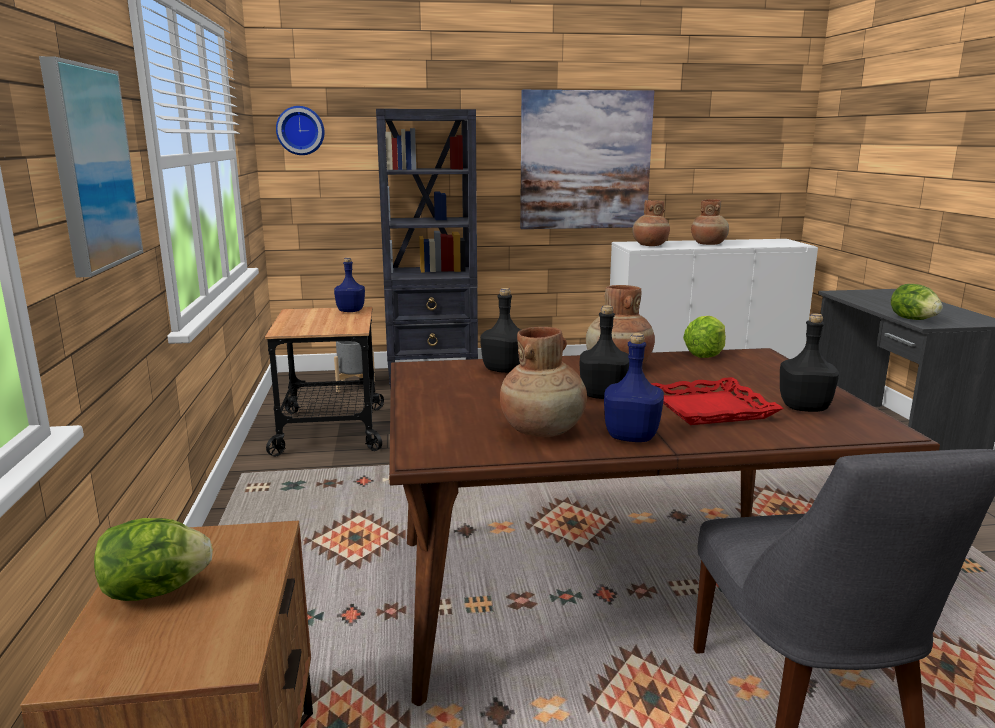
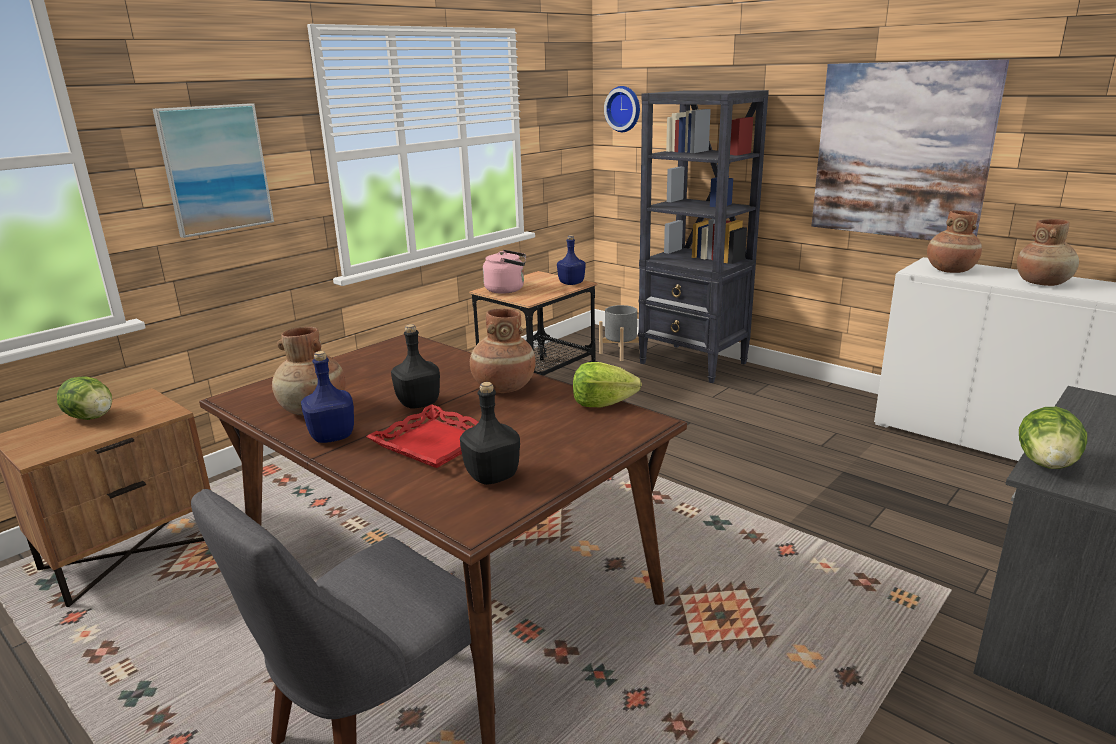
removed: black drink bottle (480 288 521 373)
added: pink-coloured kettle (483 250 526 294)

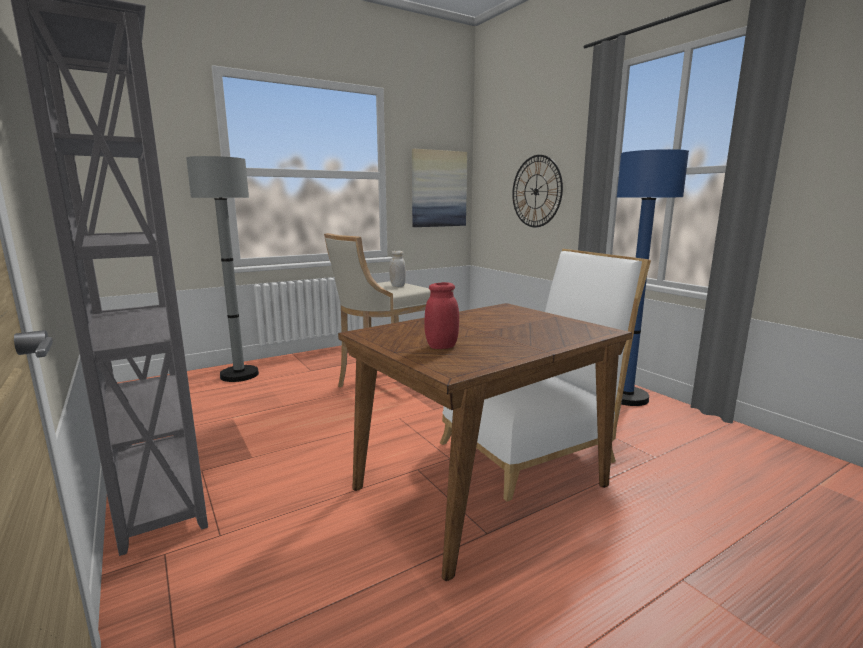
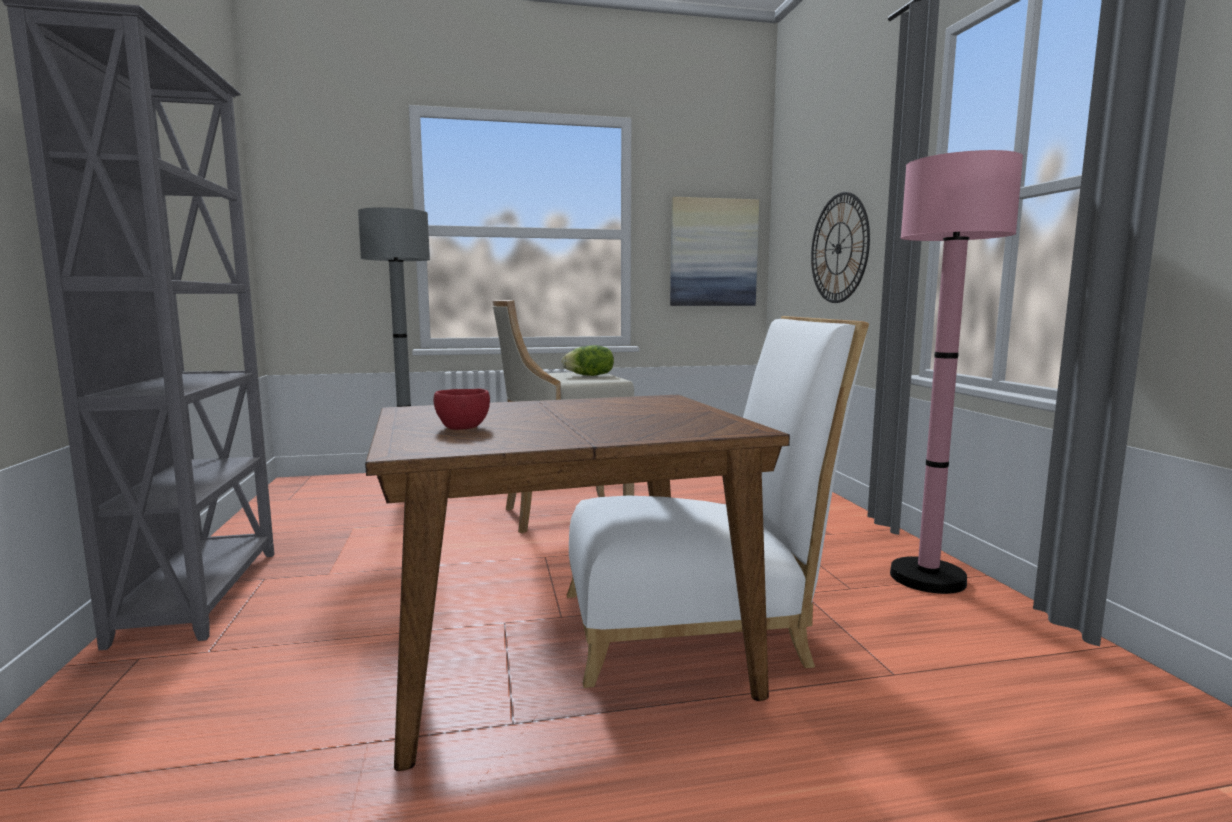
replaced: red preserve jar (424 282 459 349) to red deep dish (434 389 490 430); whitish preserve jar (389 251 406 287) to head of lettuce (562 345 614 376)
recoloured: blue standard lamp (617 149 689 406) to pink-coloured standard lamp (890 150 1023 594)

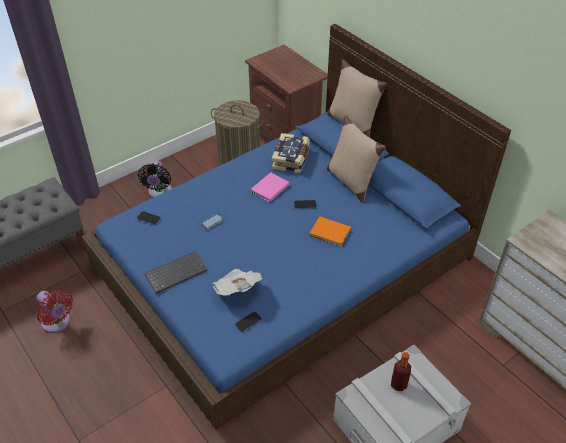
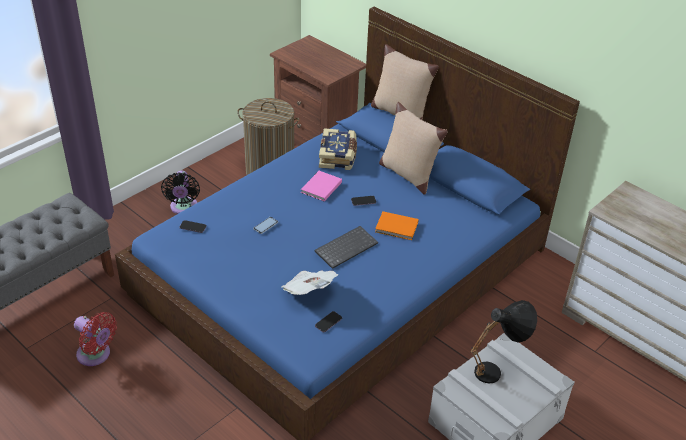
moved: keyboard (145 251 207 293) to (315 226 378 269)
replaced: drink bottle (391 352 411 391) to black table lamp (470 300 537 383)

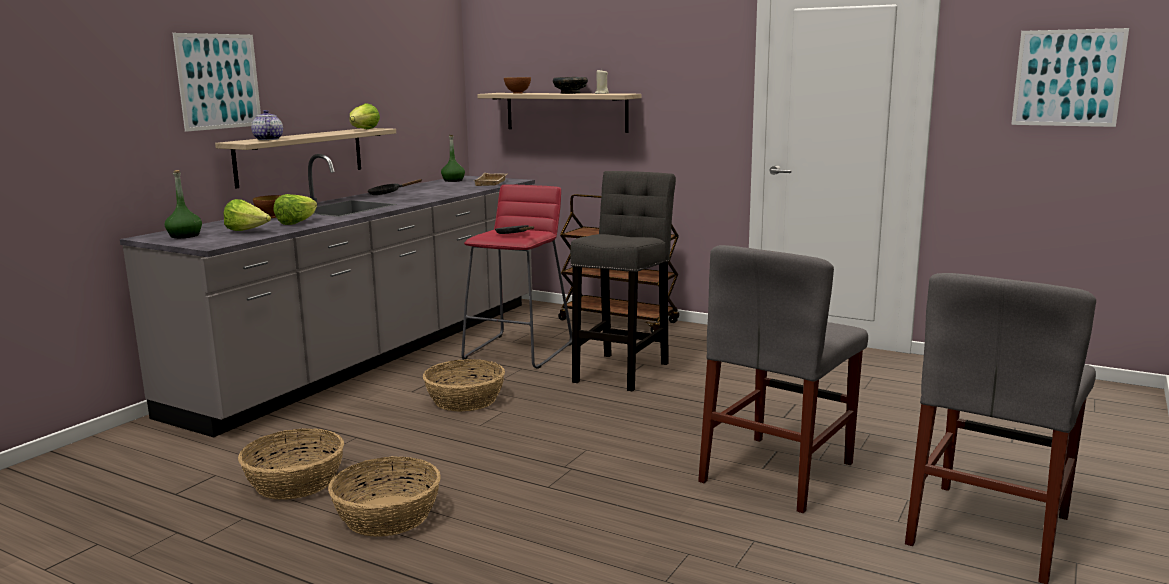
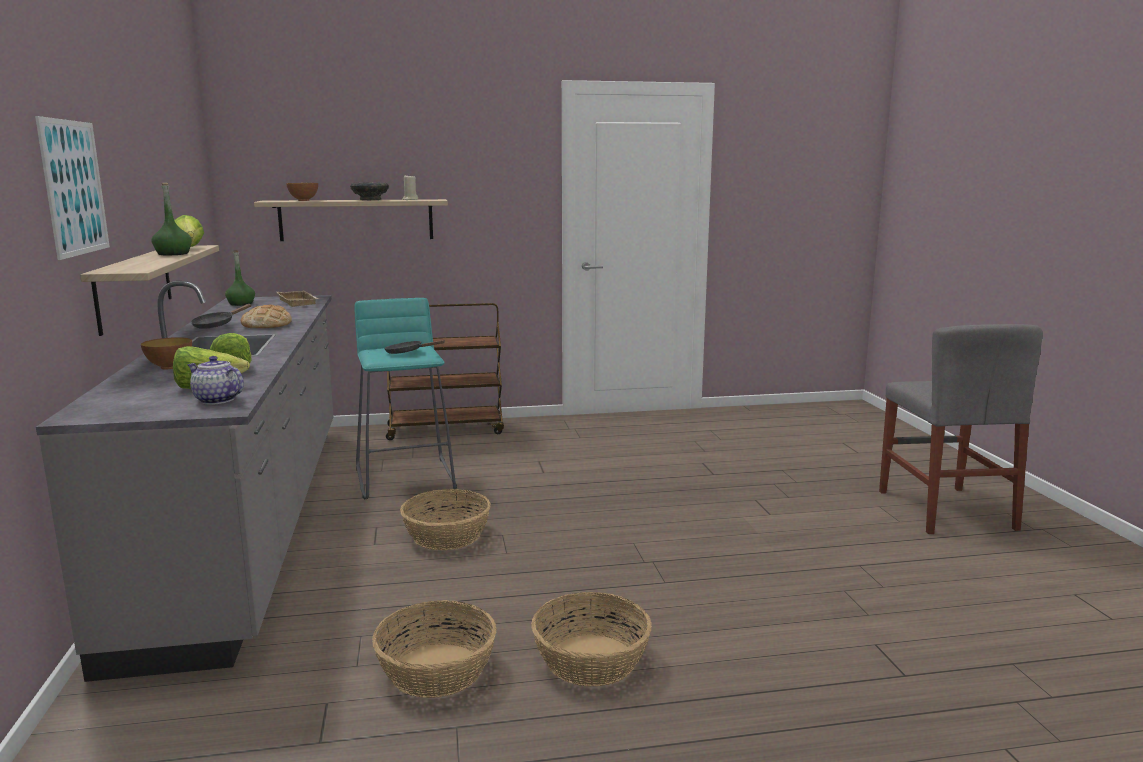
removed: gray stool (570 171 676 391); gray upright chair (698 245 868 513); picture (1011 28 1129 127)
added: bread (241 305 292 328)
moved: greenish drink bottle (165 170 202 238) to (152 183 192 255); teapot (251 110 283 140) to (187 356 244 405)
recoloured: red stool (461 184 572 369) to blue-green stool (355 298 457 500)

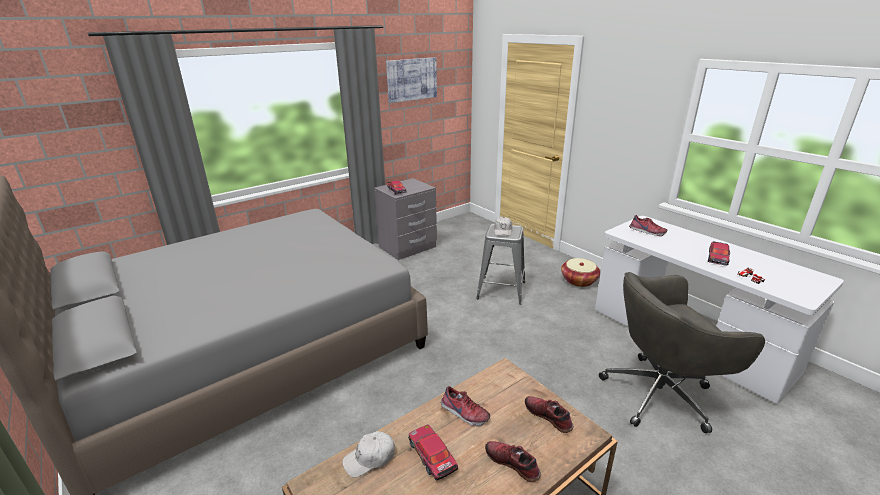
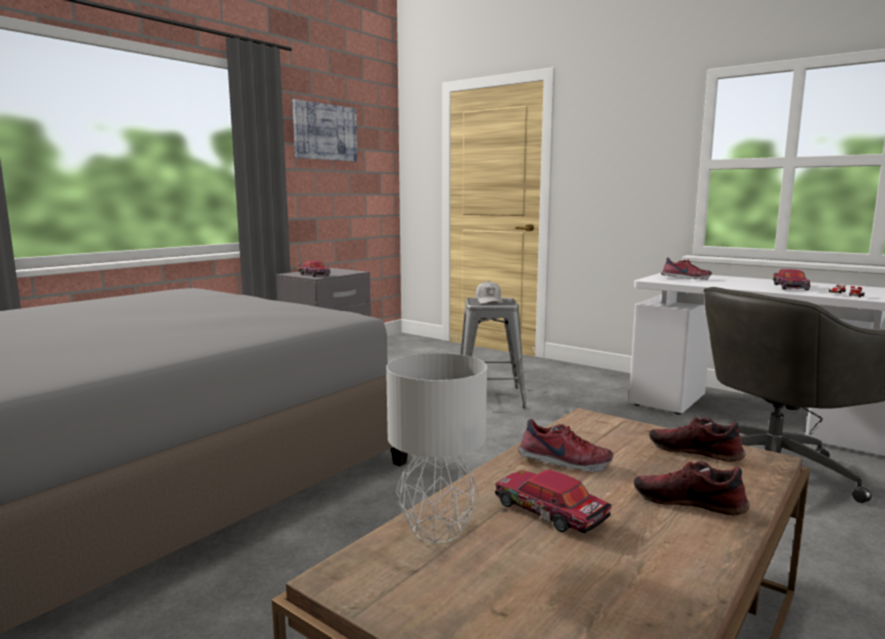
removed: household basket (561 258 600 287)
replaced: whitish peaked cap (342 431 395 477) to gray table lamp (386 353 487 543)

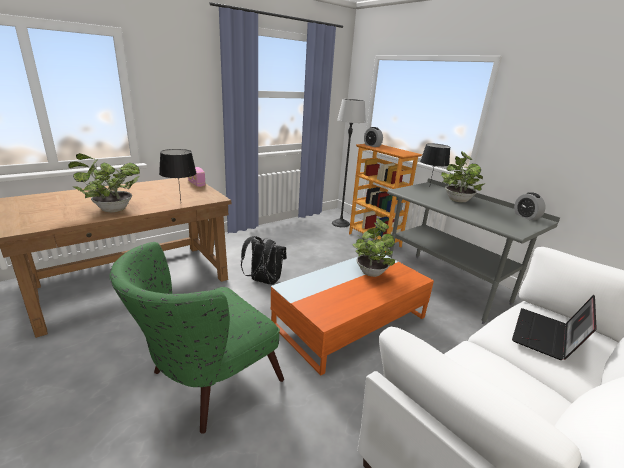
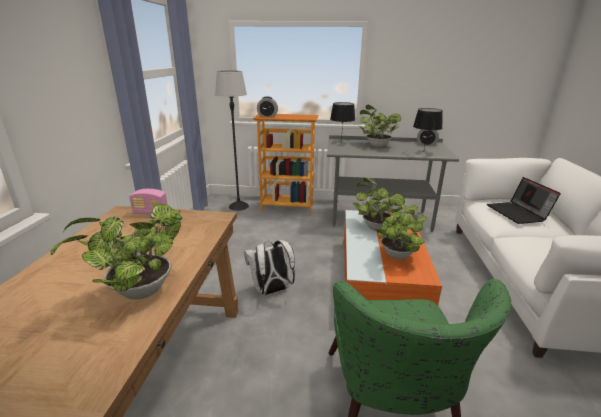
added: potted plant (375 203 427 259)
moved: black table lamp (159 149 197 201) to (413 108 443 148)
recoloured: black knapsack (241 236 287 285) to whitish knapsack (244 240 295 295)

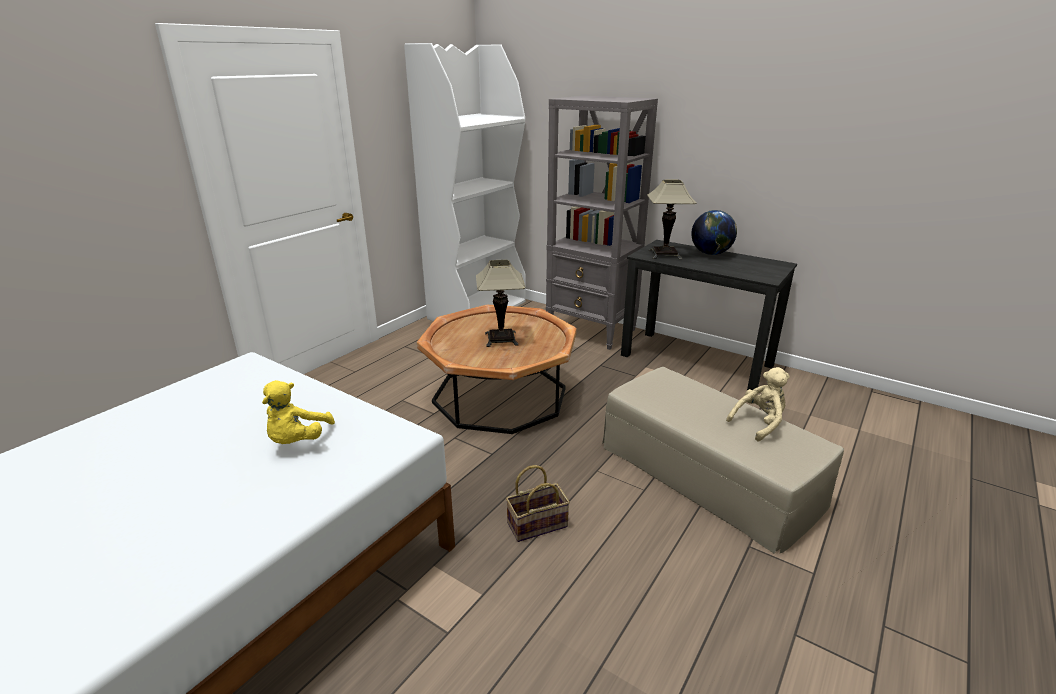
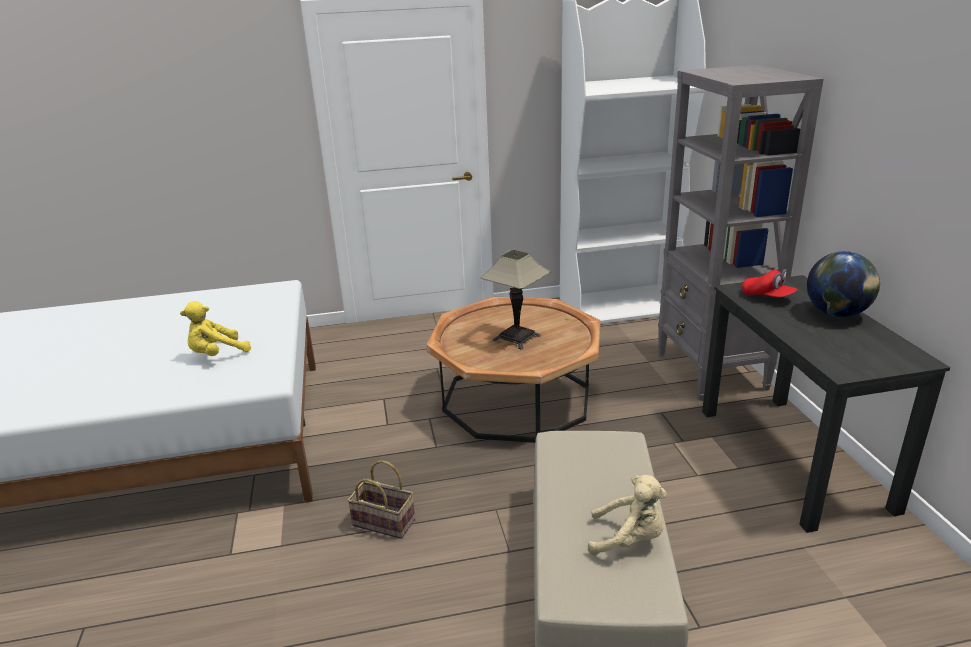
replaced: table lamp (647 180 697 259) to red peaked cap (742 269 798 298)

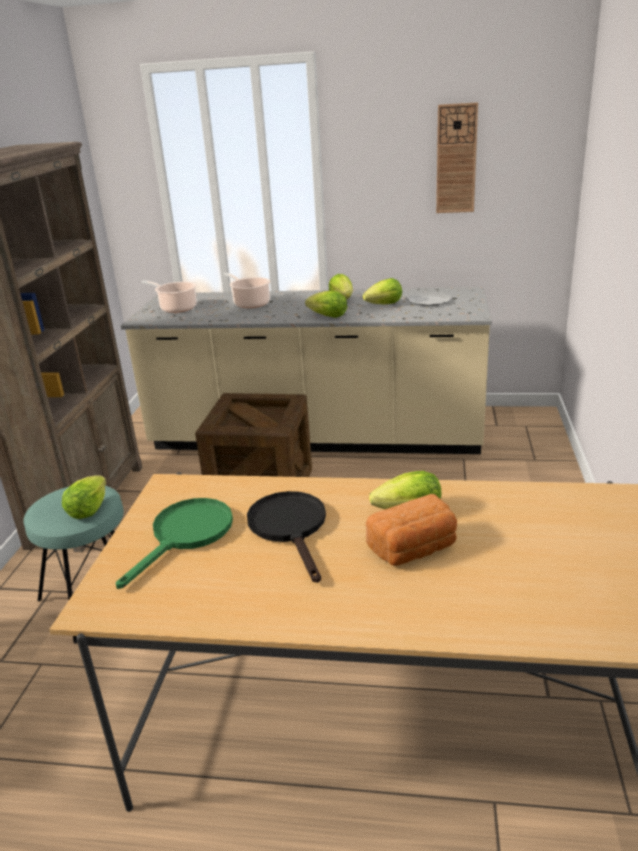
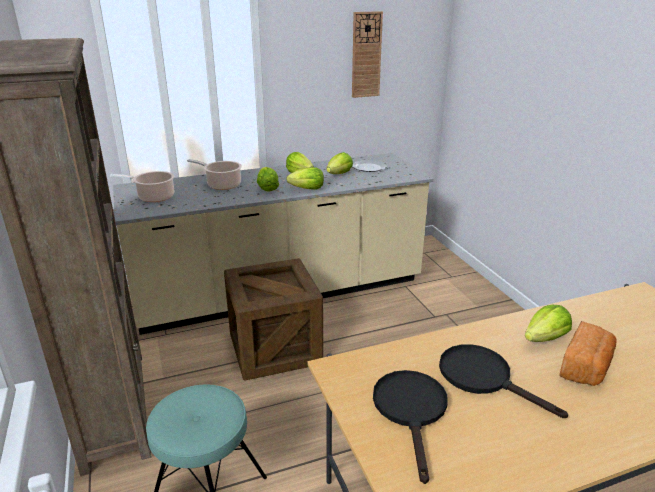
moved: head of lettuce (62 475 106 519) to (257 167 279 192)
recoloured: greenish pan (116 498 233 589) to black pan (373 370 448 484)

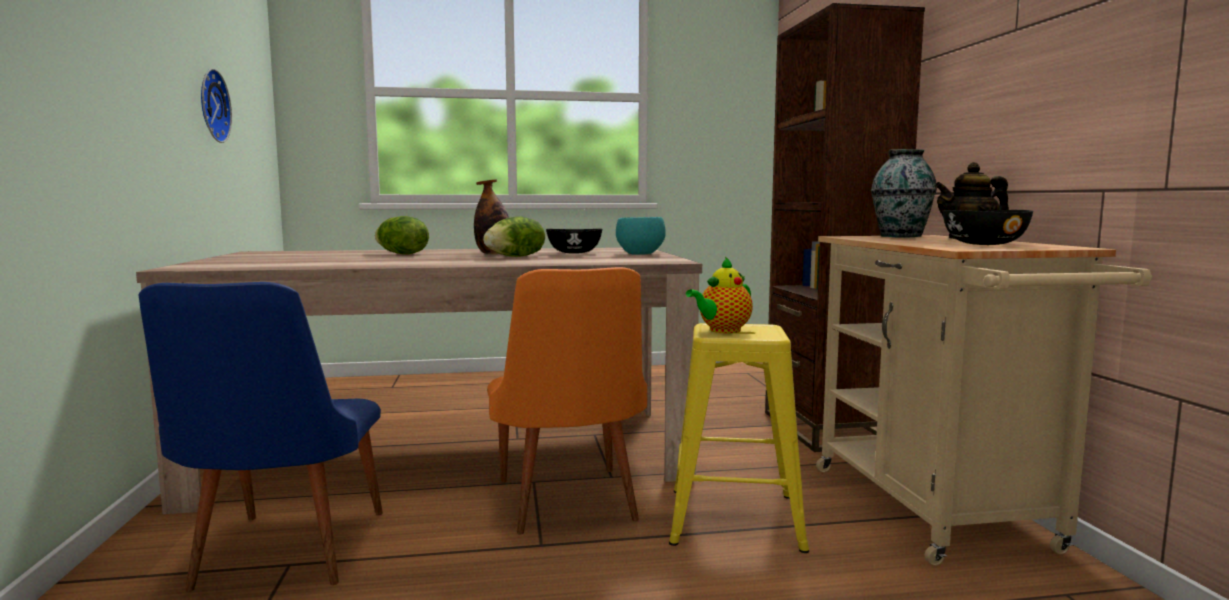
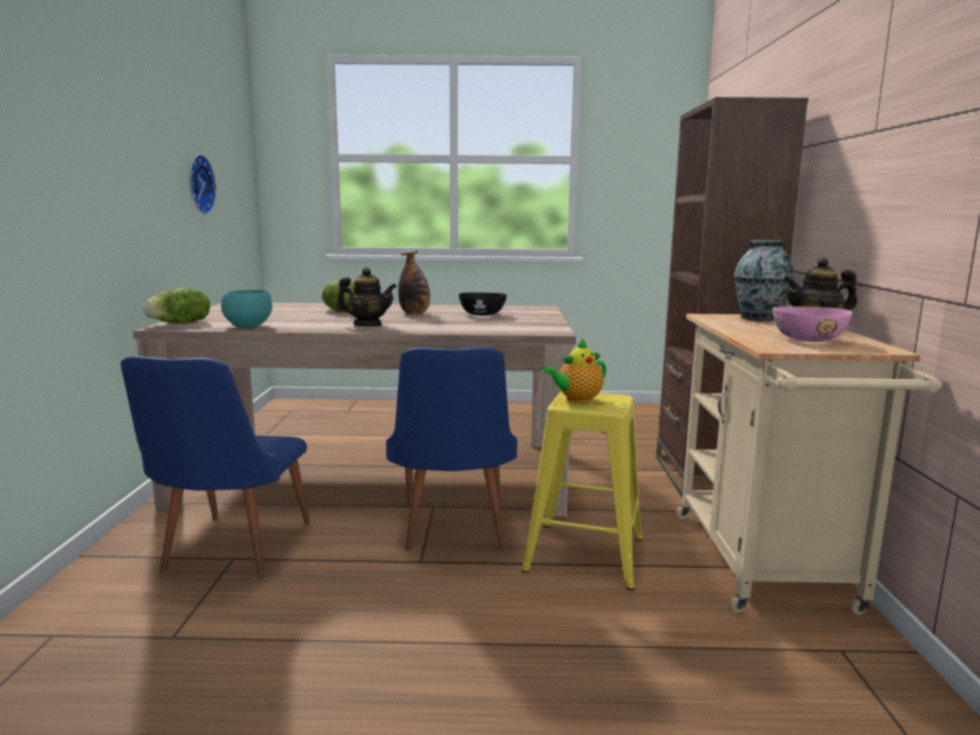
added: teapot (337 267 397 326)
moved: head of lettuce (483 217 545 257) to (143 287 210 323); blue-green deep dish (616 217 666 255) to (221 290 272 328)
recoloured: orange upright chair (487 267 647 534) to blue upright chair (386 347 517 551); black deep dish (943 210 1033 245) to pink-coloured deep dish (773 306 852 342)

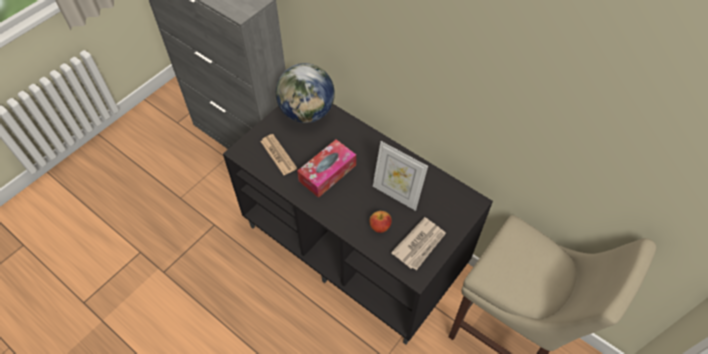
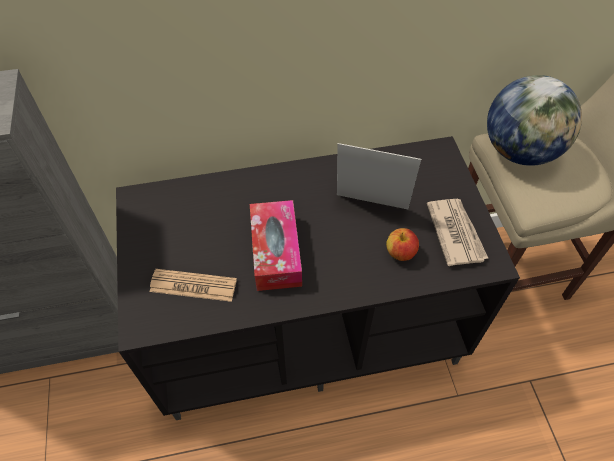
moved: desk globe (276 63 335 123) to (487 75 582 166)
turned: standing frame (373 141 428 211) = (337 143 421 209) 150 degrees counterclockwise

